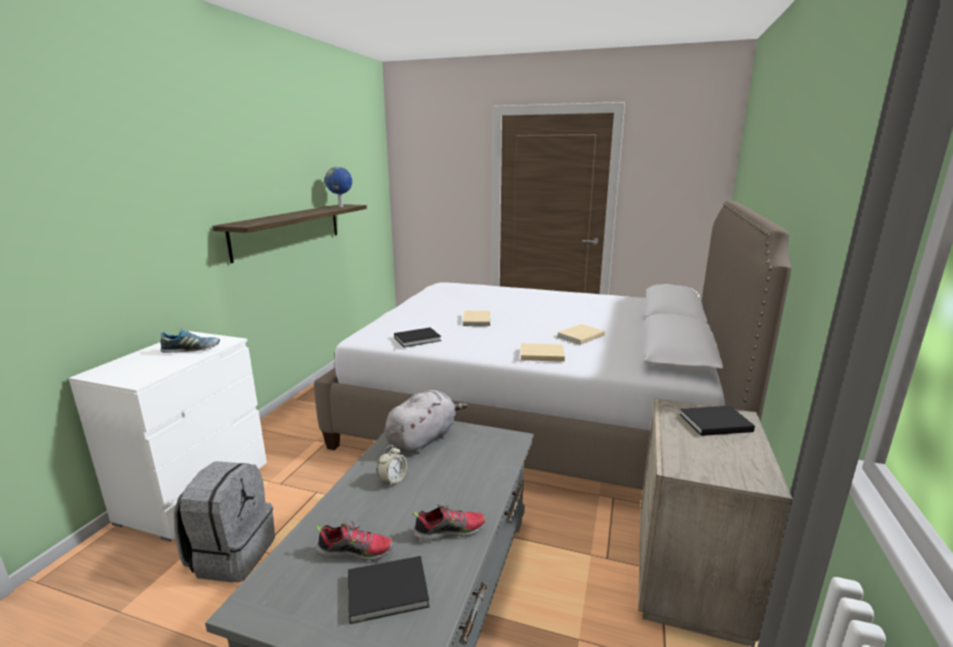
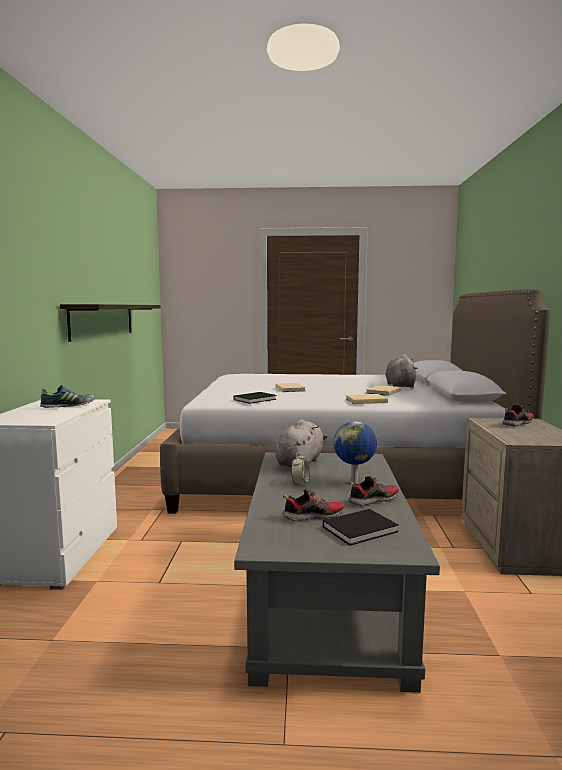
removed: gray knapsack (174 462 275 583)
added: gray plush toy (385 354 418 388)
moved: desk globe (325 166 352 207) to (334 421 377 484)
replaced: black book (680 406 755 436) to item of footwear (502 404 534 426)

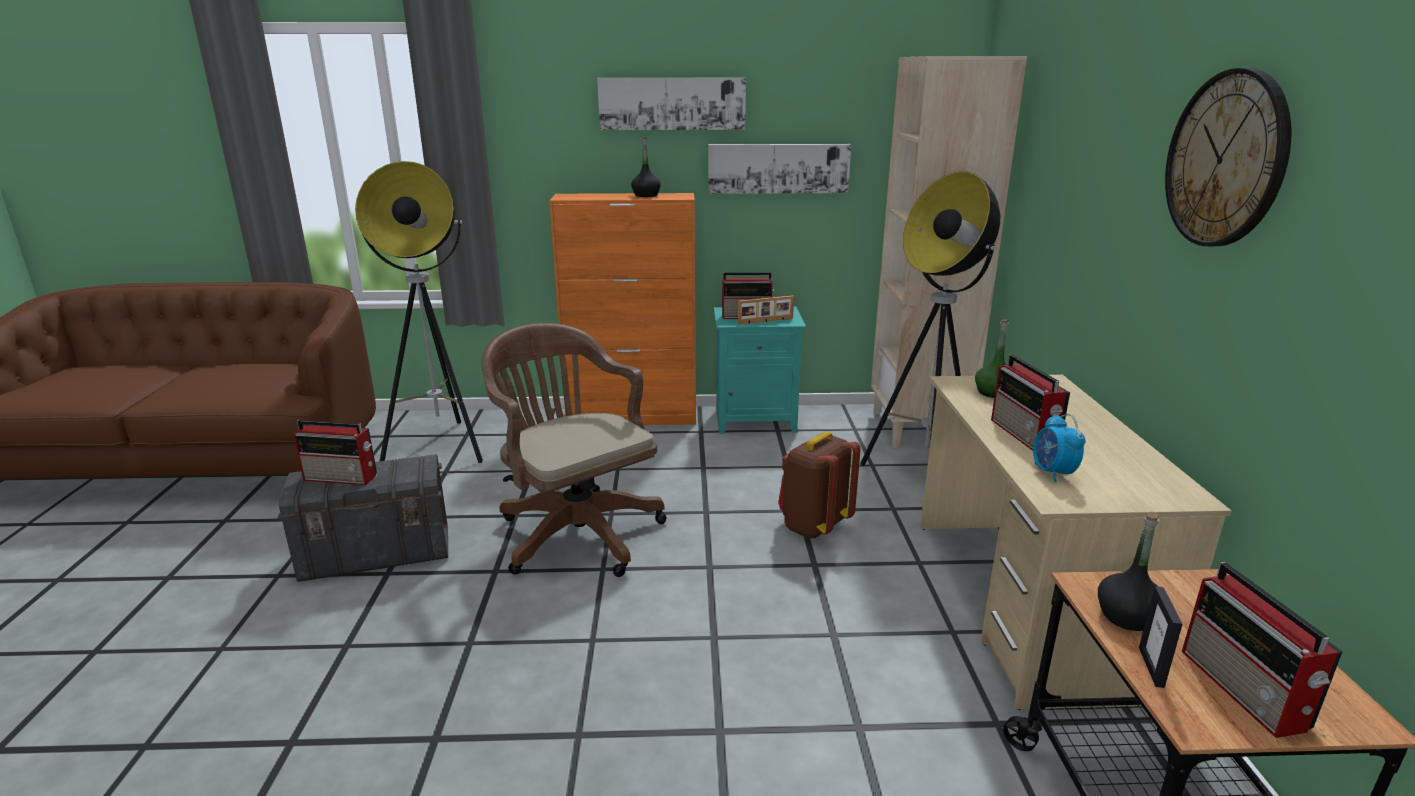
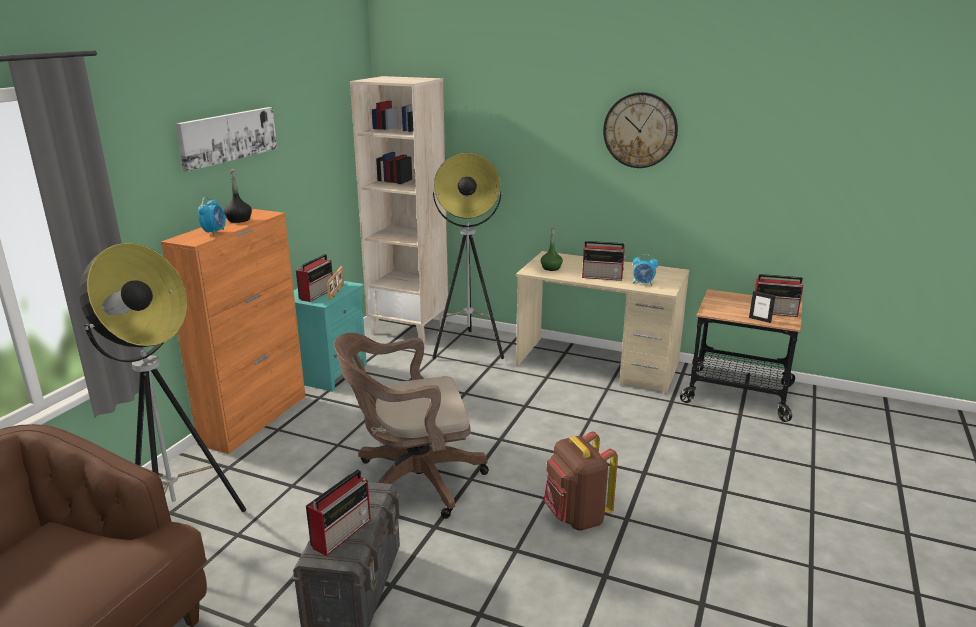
removed: picture (708 144 851 194); black drink bottle (1098 512 1159 631)
added: alarm clock (198 197 226 236)
moved: brownish knapsack (778 431 861 539) to (544 431 618 531)

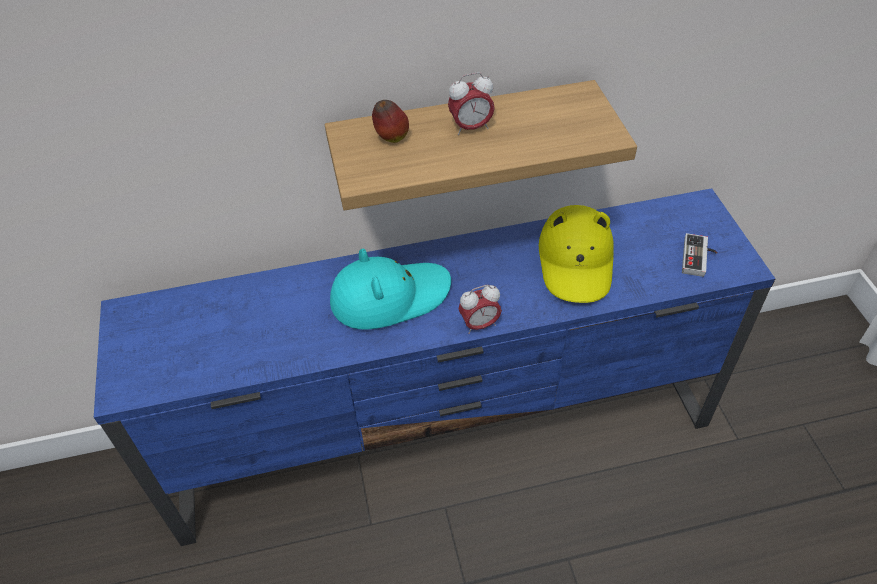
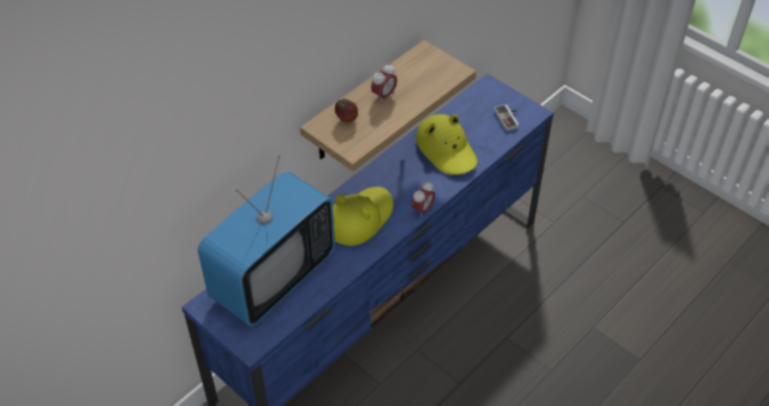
added: TV set (198 156 335 326)
recoloured: blue-green clothing hat (330 249 451 330) to yellow-coloured clothing hat (333 187 393 246)

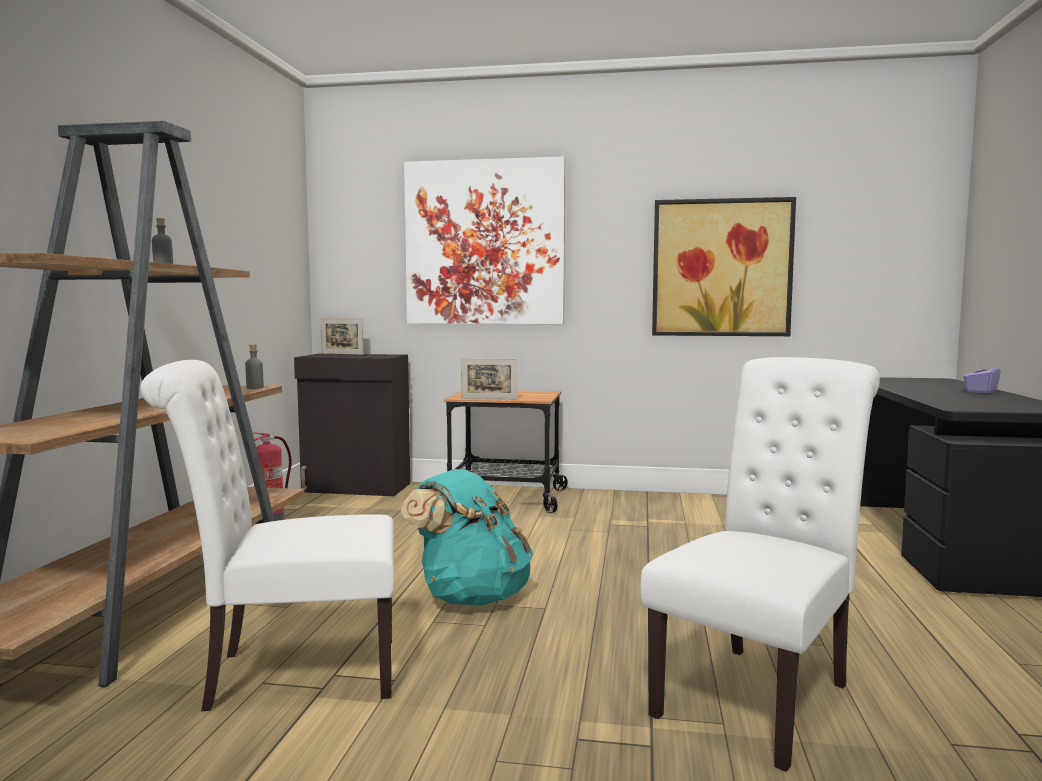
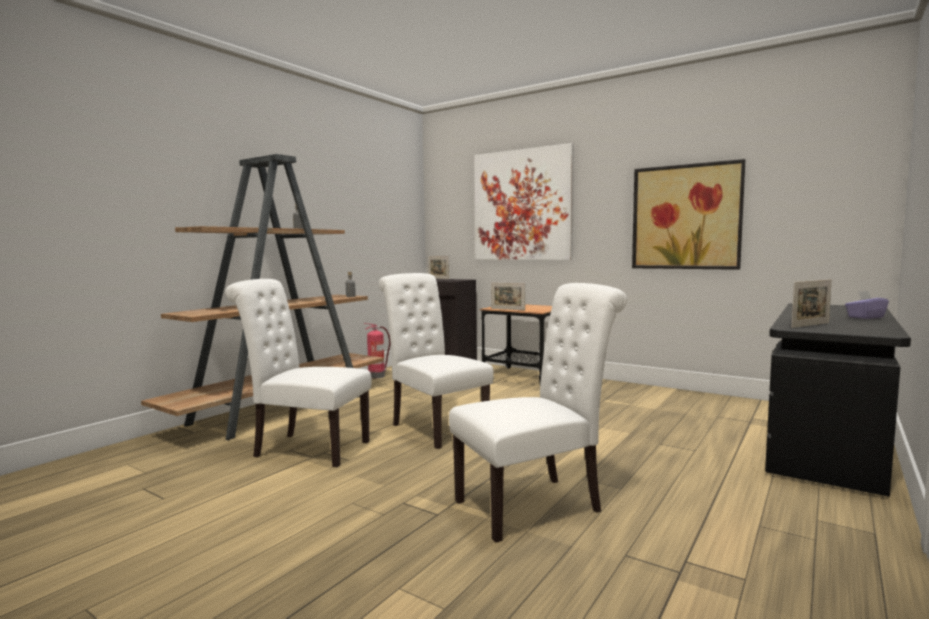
added: standing frame (791 279 832 328)
replaced: blue-green knapsack (401 469 533 605) to whitish upright chair (379 273 494 449)

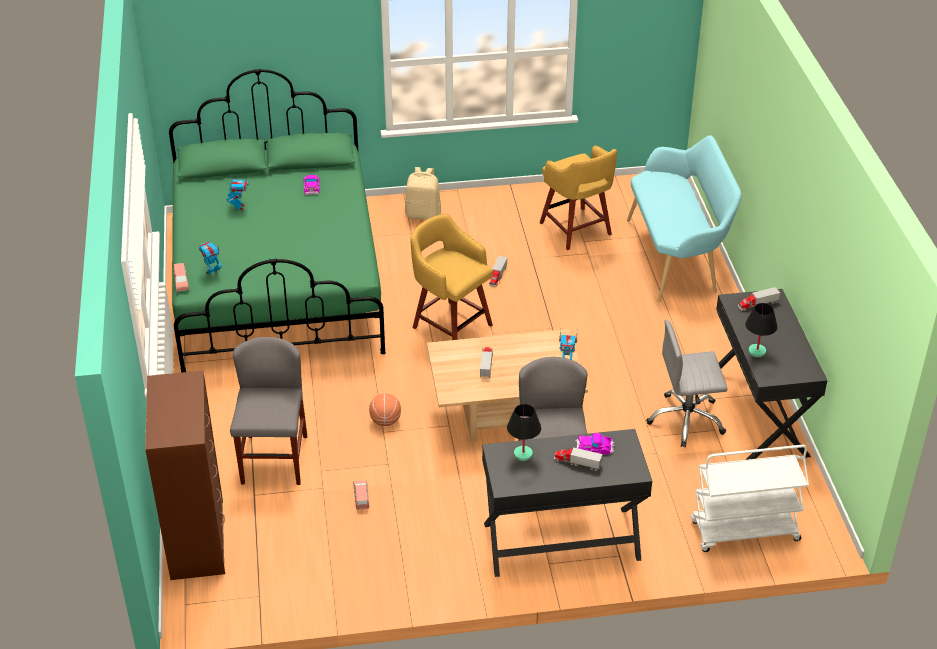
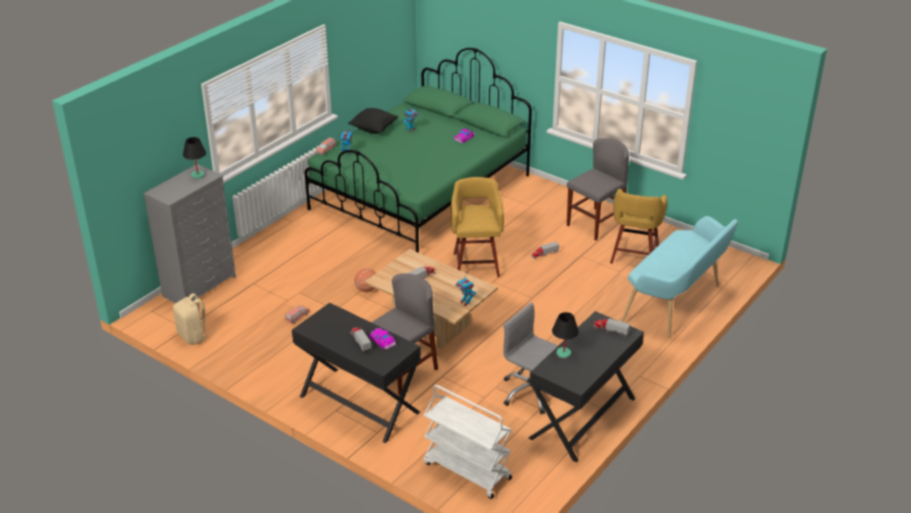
added: black pillow (348 108 398 134)
moved: beige-coloured knapsack (405 167 441 220) to (173 293 213 345); black table lamp (507 404 541 461) to (183 137 206 179); gray upright chair (230 337 307 485) to (567 138 629 241)
recoloured: brownish dresser (145 371 225 580) to gray dresser (143 164 236 303)

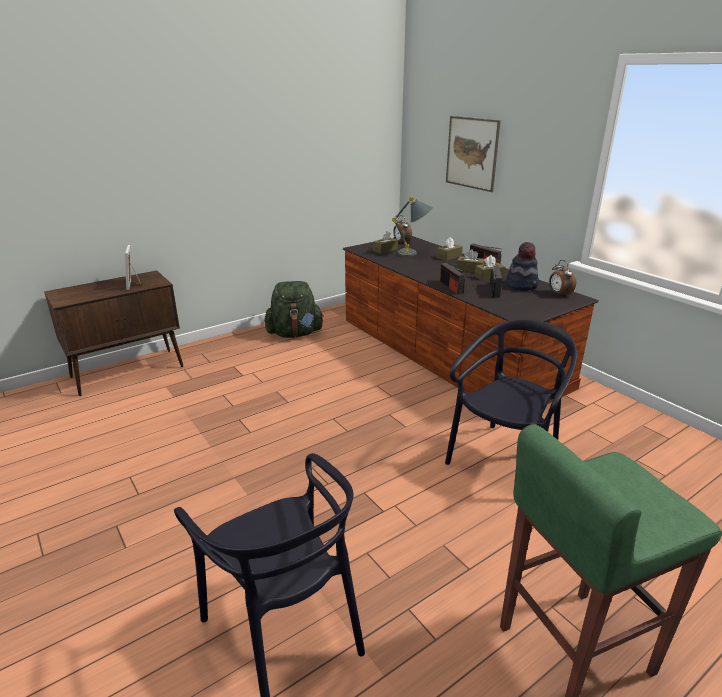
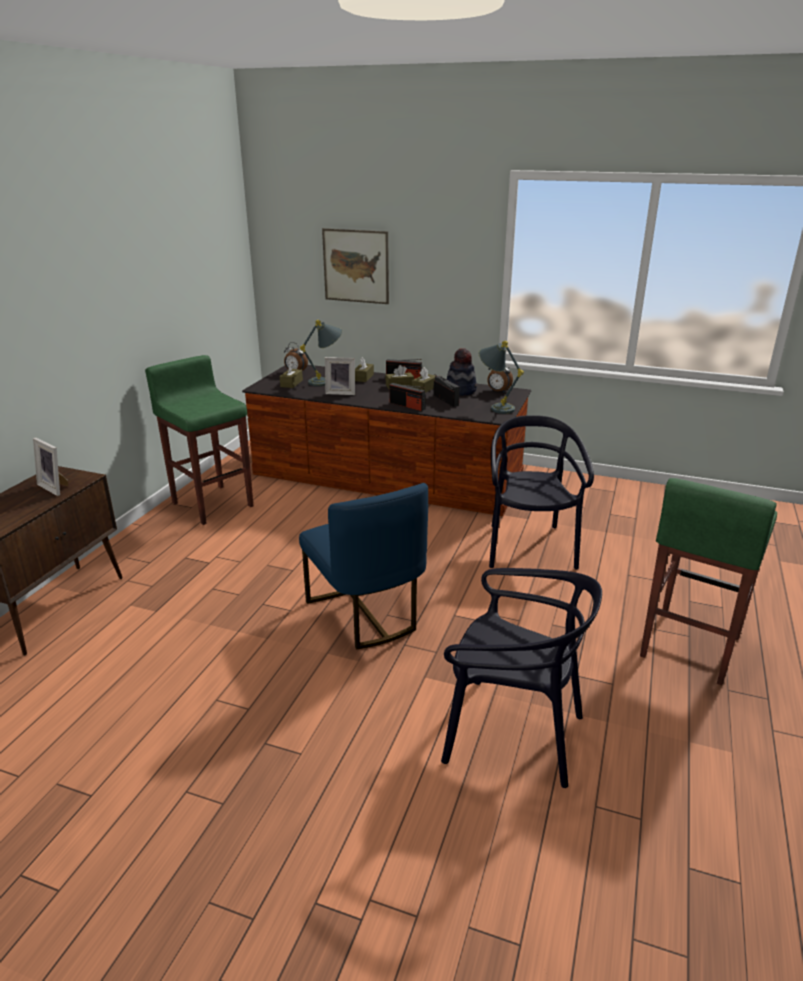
added: blue upright chair (299 483 428 649); standing frame (325 357 355 395); gray table lamp (479 341 524 414)
replaced: greenish knapsack (264 281 324 338) to greenish stool (145 355 253 525)

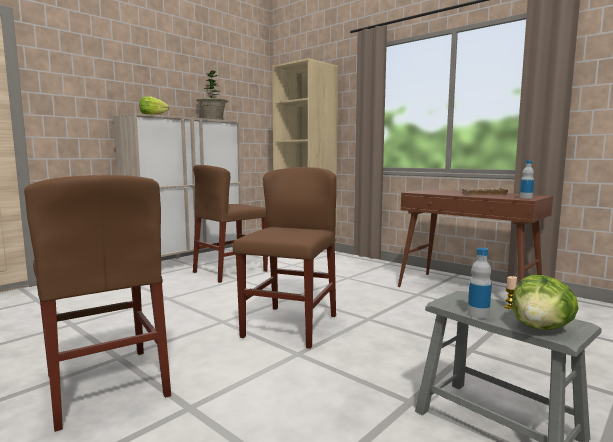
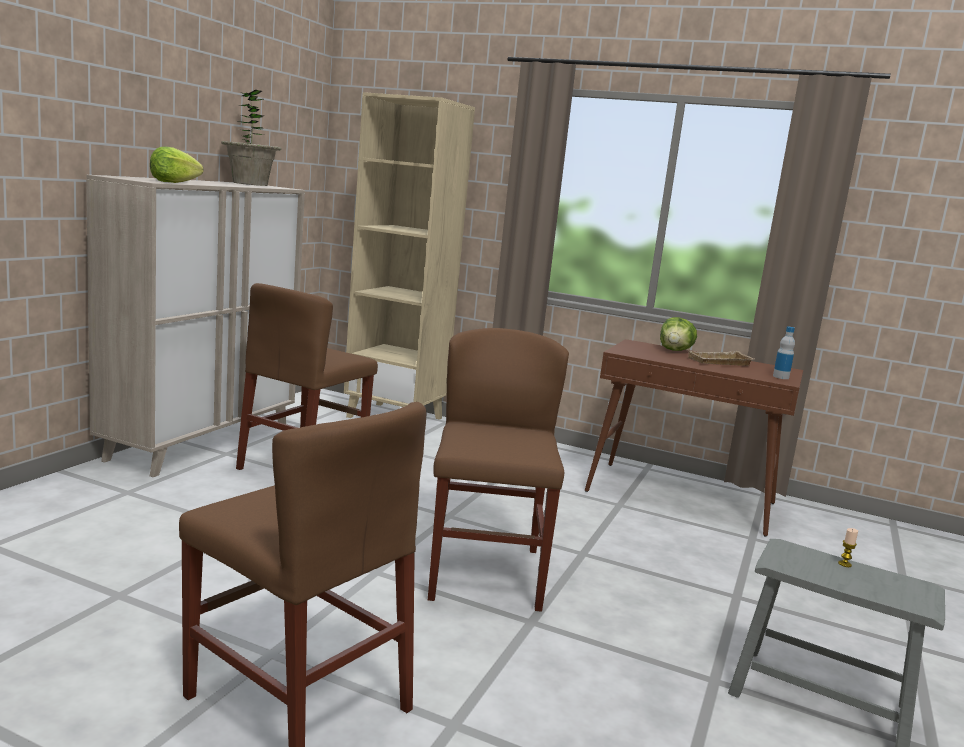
removed: drink bottle (468 248 492 319)
moved: head of lettuce (513 275 579 330) to (660 317 697 351)

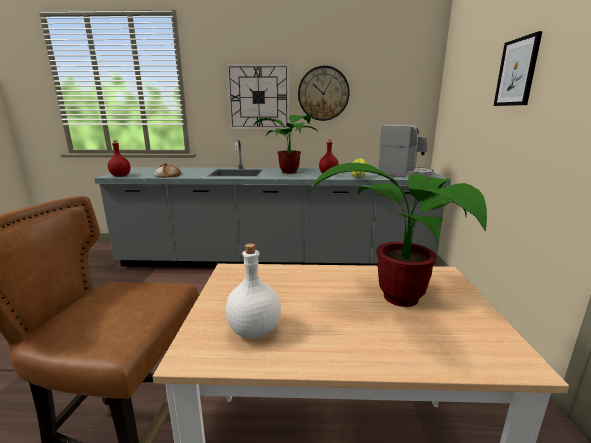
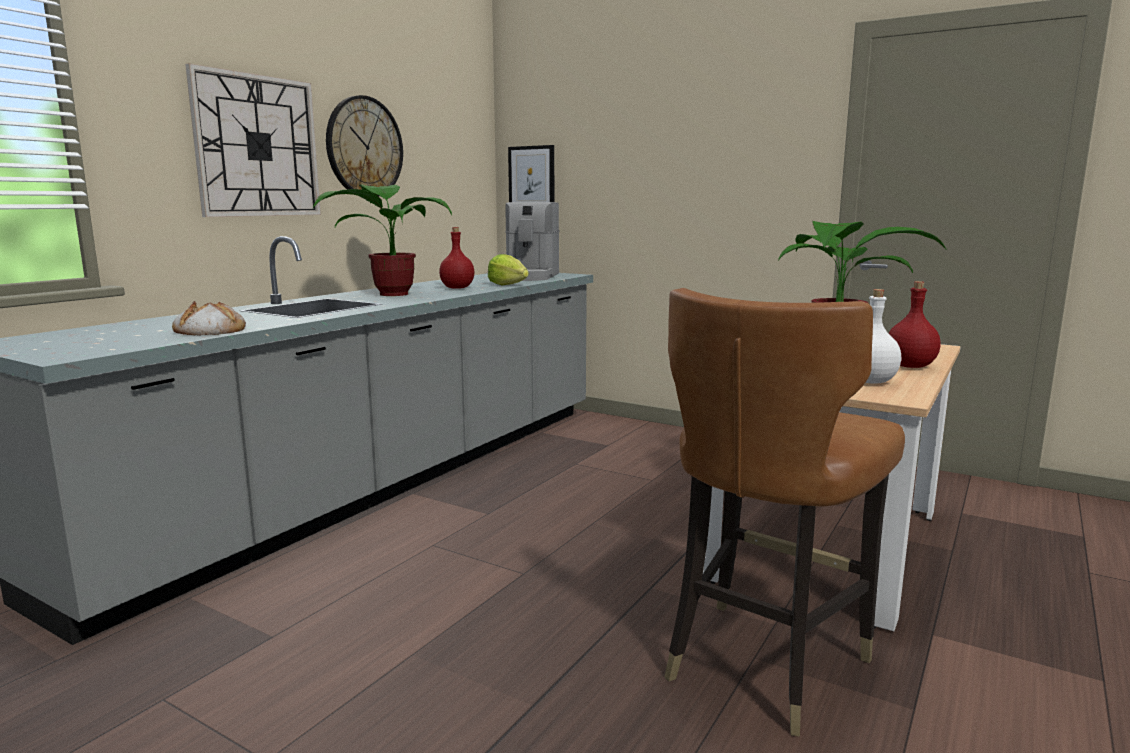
moved: picture (494 31 542 106) to (508 145 554 202); red drink bottle (108 140 131 177) to (888 281 941 368)
turned: coffee machine (378 125 434 178) = (505 202 559 281) 135 degrees clockwise

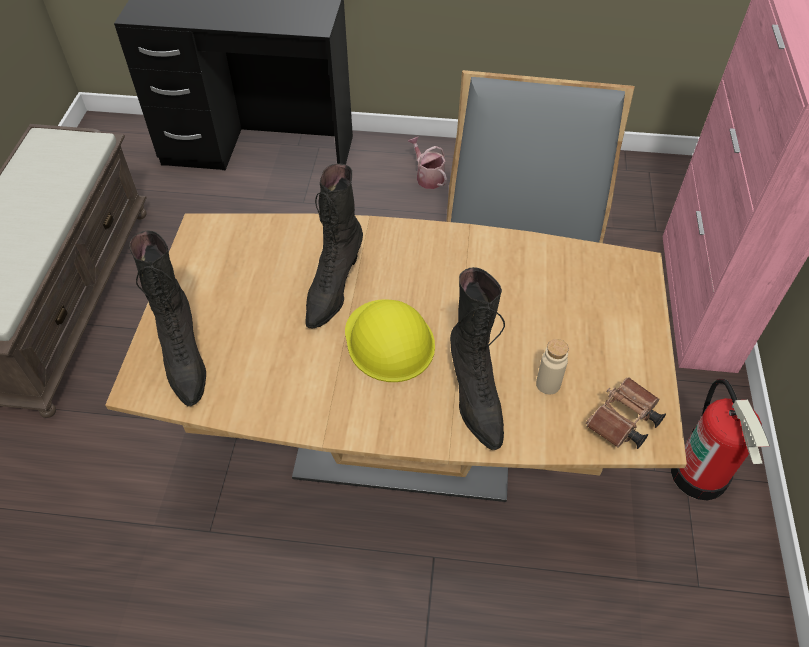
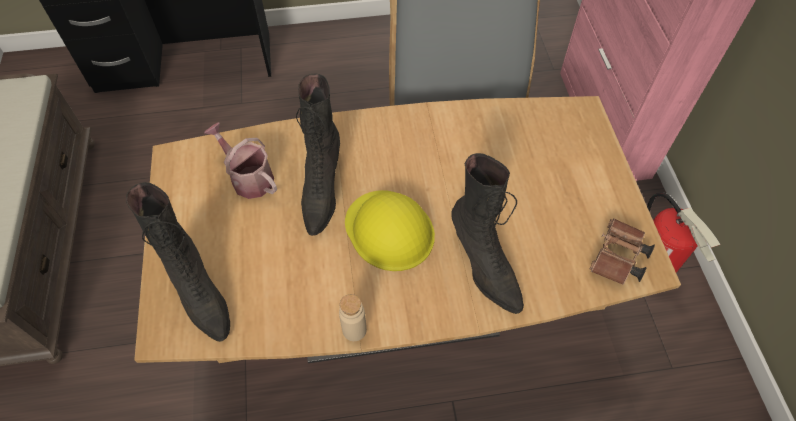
moved: sprinkling can (408 137 447 189) to (204 122 277 199); beige-coloured drink bottle (536 339 569 394) to (339 294 367 341)

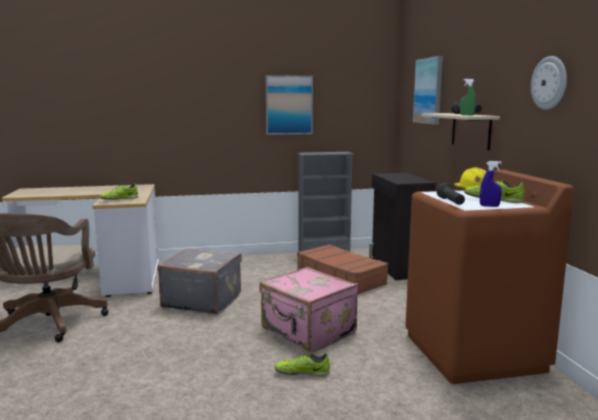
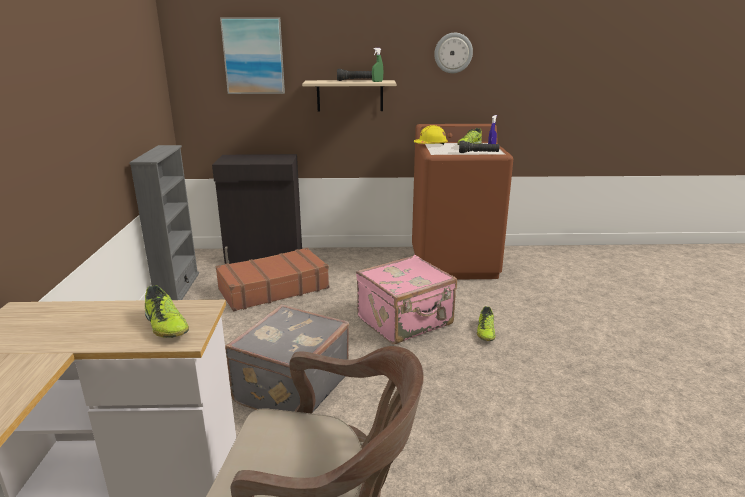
removed: picture (265 75 313 135)

